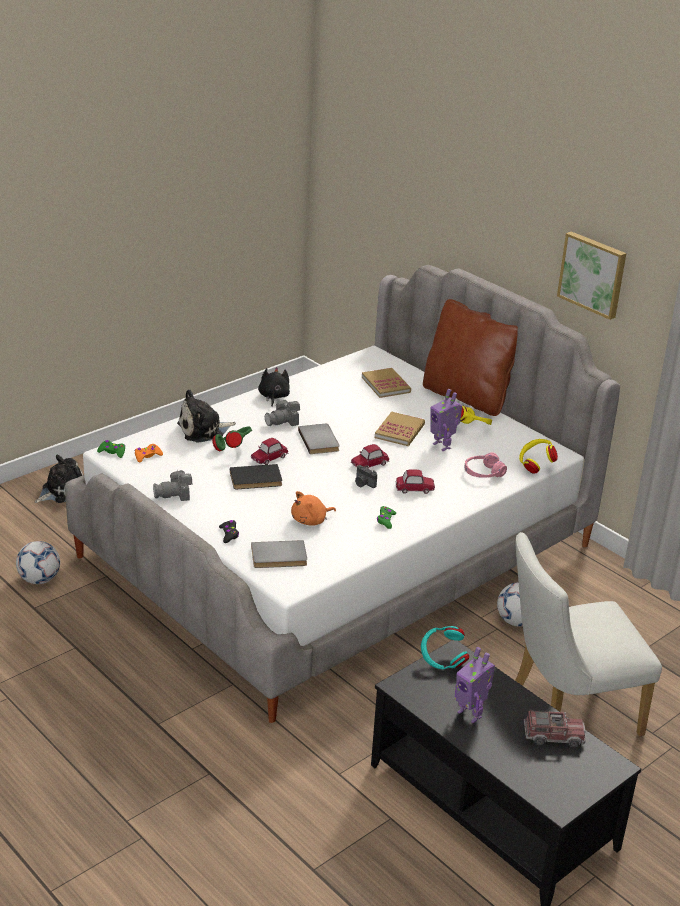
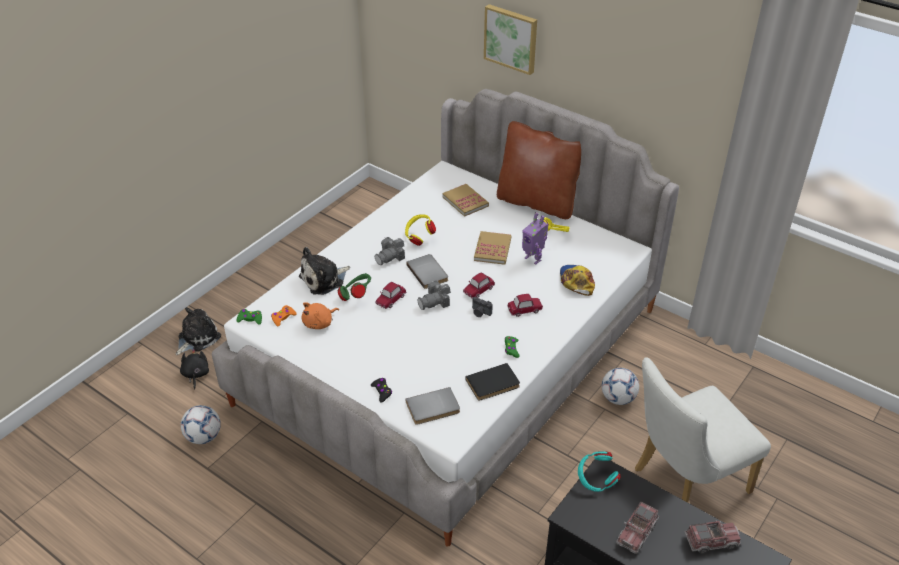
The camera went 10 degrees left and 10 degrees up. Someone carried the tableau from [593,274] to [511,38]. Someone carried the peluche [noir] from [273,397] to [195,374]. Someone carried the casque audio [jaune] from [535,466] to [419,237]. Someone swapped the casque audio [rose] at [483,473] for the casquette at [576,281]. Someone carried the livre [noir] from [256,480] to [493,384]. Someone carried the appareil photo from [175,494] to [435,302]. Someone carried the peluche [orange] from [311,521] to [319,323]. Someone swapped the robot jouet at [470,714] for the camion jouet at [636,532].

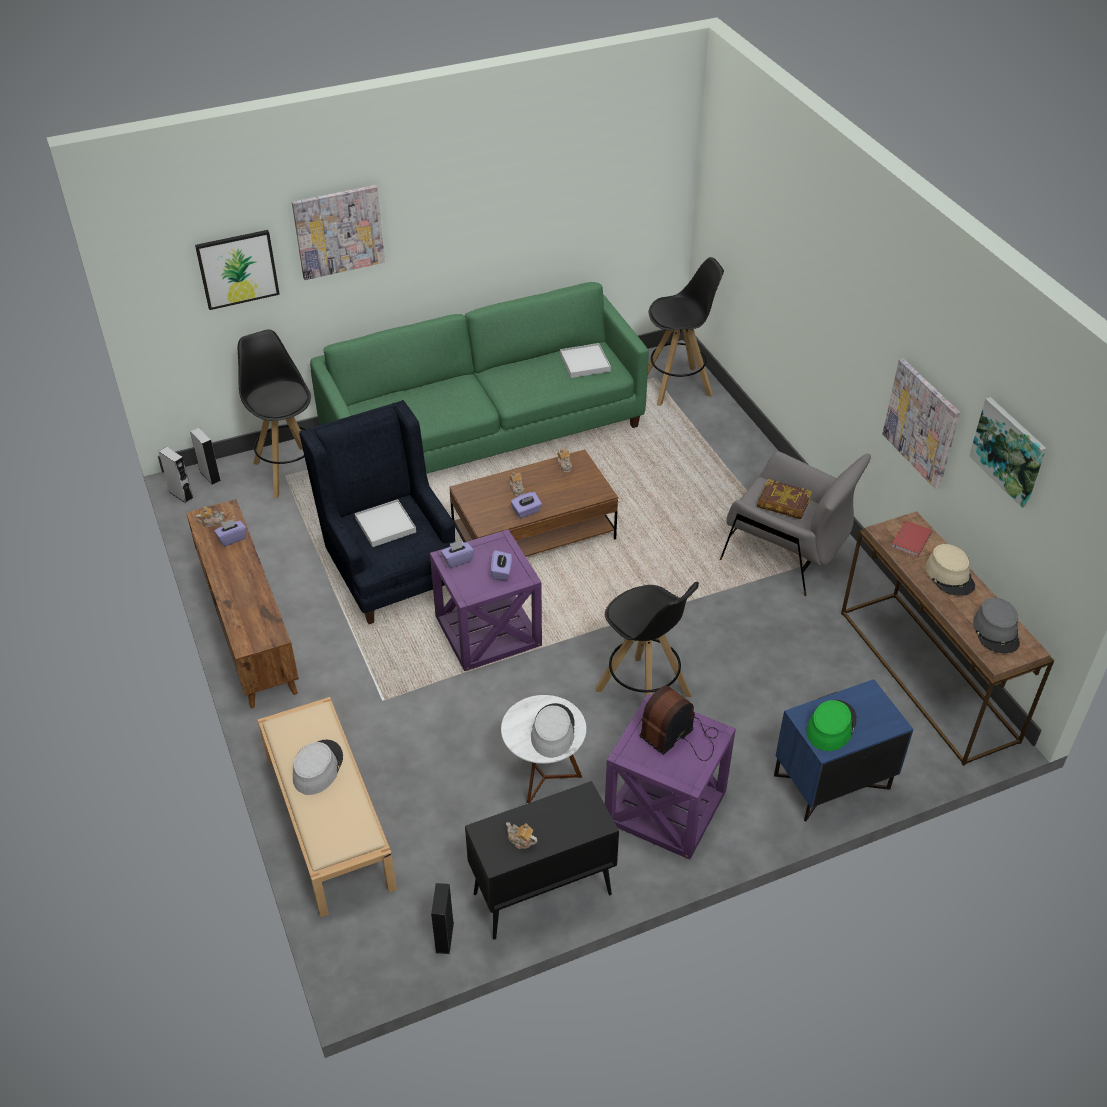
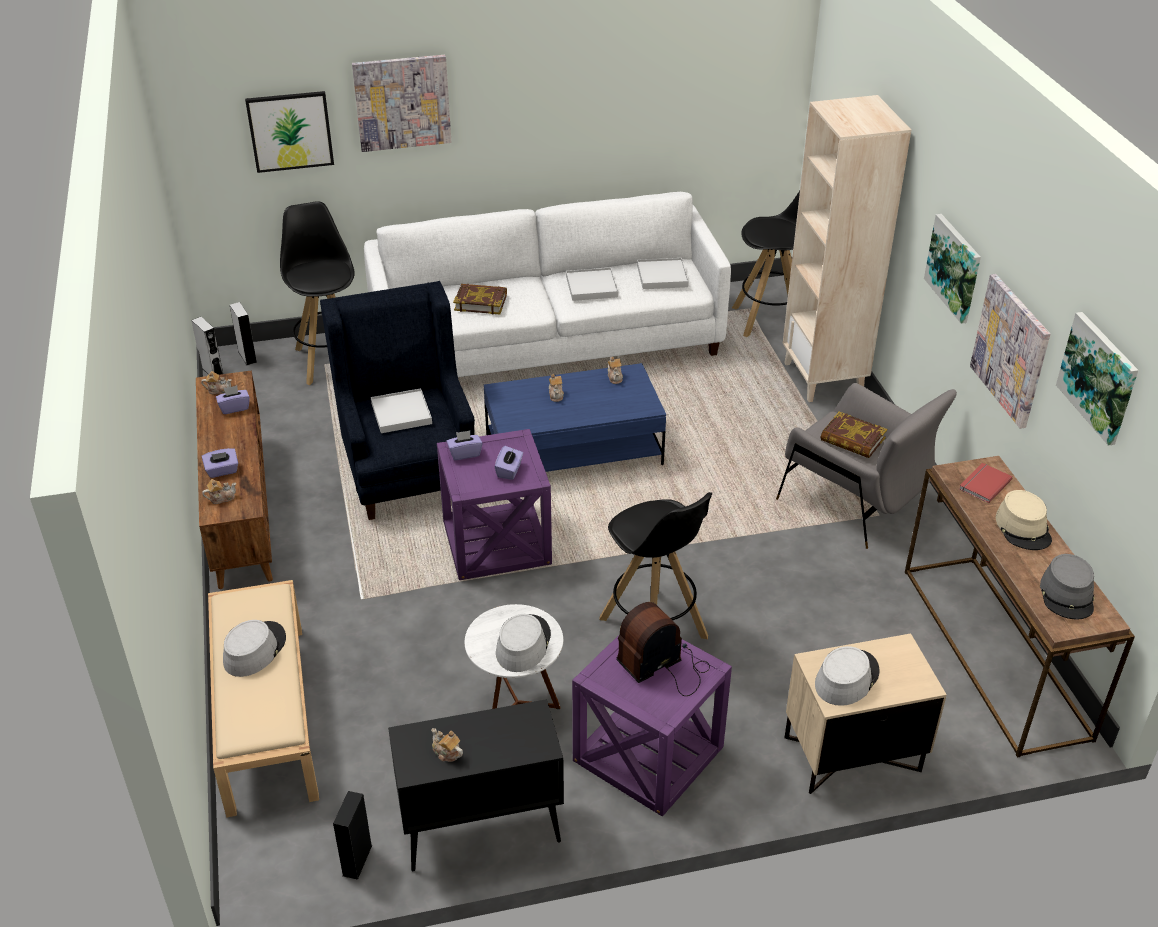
The camera went 10 degrees right and 5 degrees down. Someone repainted the canapé [vert] at [483,431], which became the canapé [blanc] at [547,343]. Someone repainted the table basse [marron] at [534,534], which became the table basse [bleu] at [573,450]. Someone carried the boîte à mouchoirs [violet] from [526,511] to [222,471]. Someone repainted the table de chevet [bleu] at [832,783], which became the table de chevet [beige] at [852,755]. Someone repainted the chapeau [vert] at [831,726], which became the chapeau [gris] at [846,678]. Someone put down the bibliothèque [beige] at [824,378]. Someone put up the tableau at [954,267]. Someone put down the plateau [blanc] at [591,287]. Someone put down the livre at [480,302]. Someone put down the théière at [221,498].

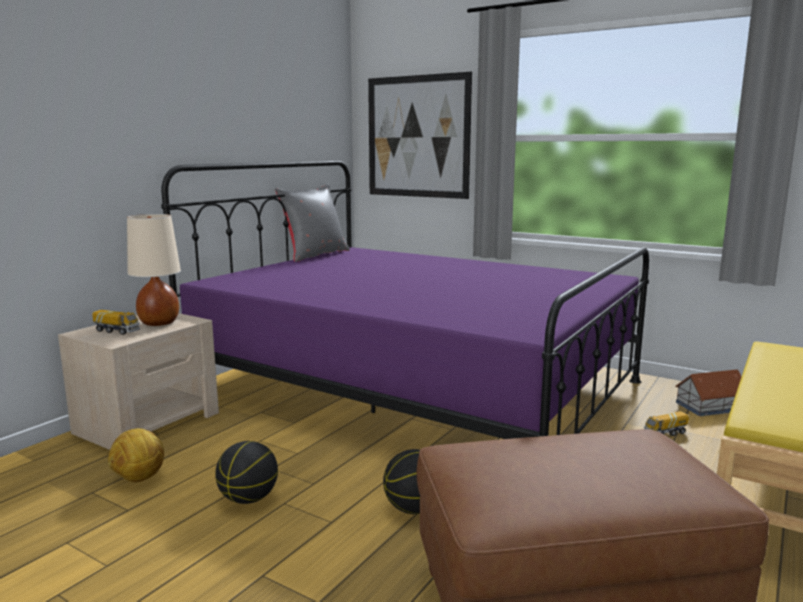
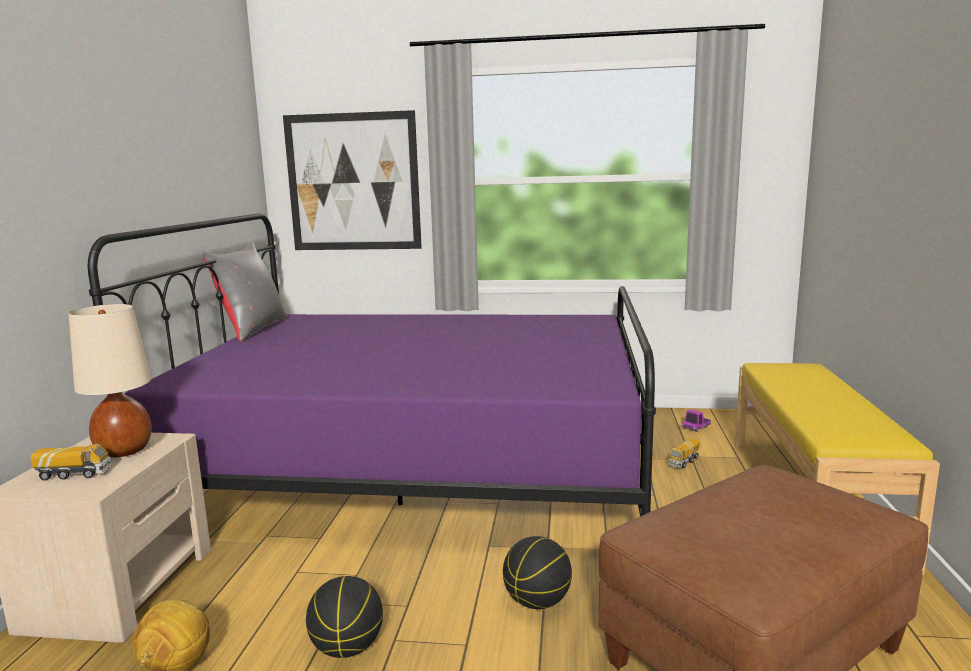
The camera went 25 degrees left and 0 degrees up. Someone swapped the maison miniature at [711,406] for the camion jouet at [696,427].

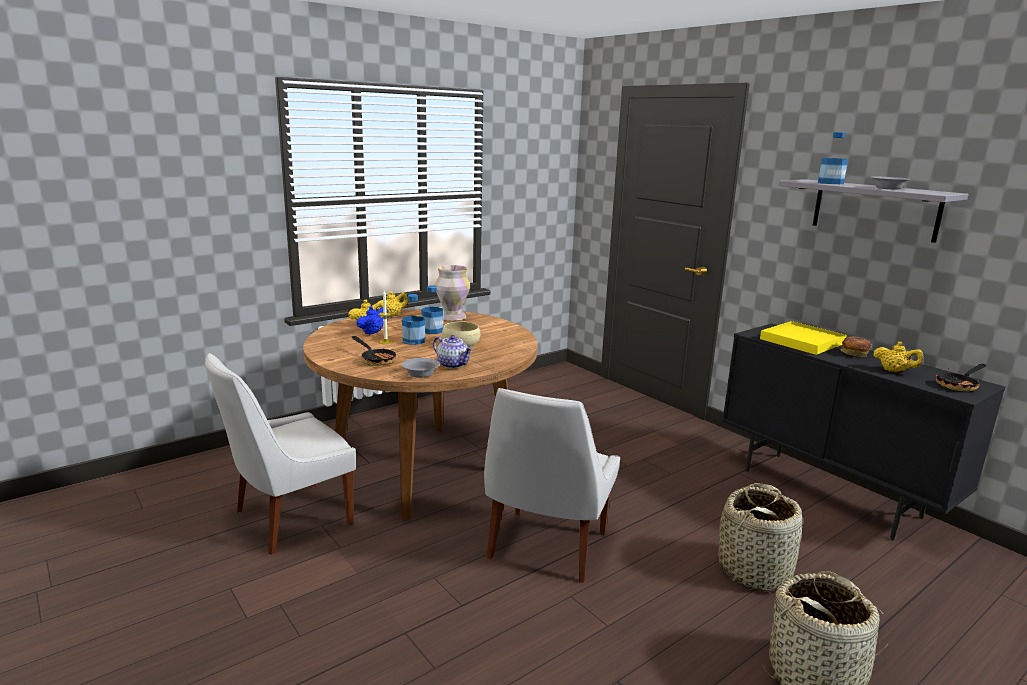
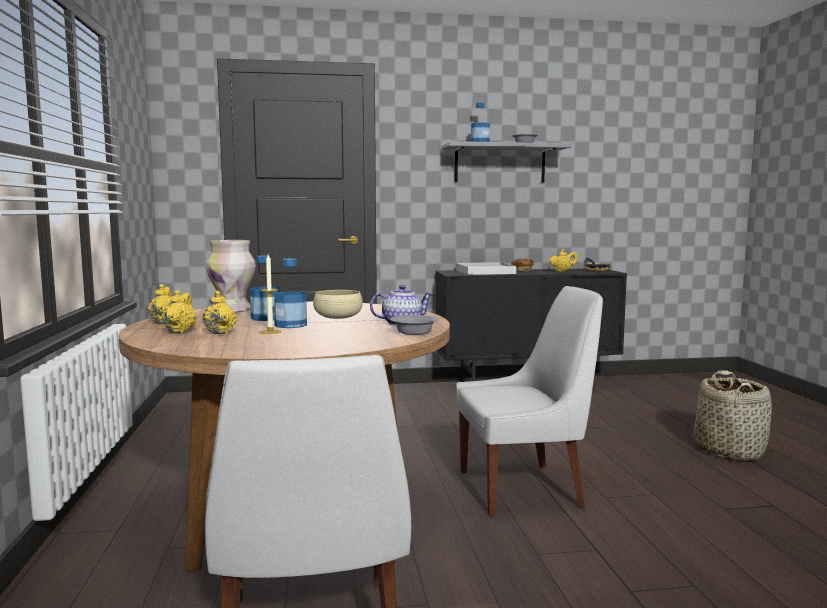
The camera went 60 degrees left and 10 degrees down. Someone repainted the théière [bleu] at [373,333], which became the théière [jaune] at [219,332]. Someone repainted the plateau [jaune] at [802,341], which became the plateau [blanc] at [485,272]. Someone took away the poêle at [375,360]. Someone rotated the chaise [blanc] at [545,548] by 60 degrees counterclockwise. Someone took away the panier at [754,570].

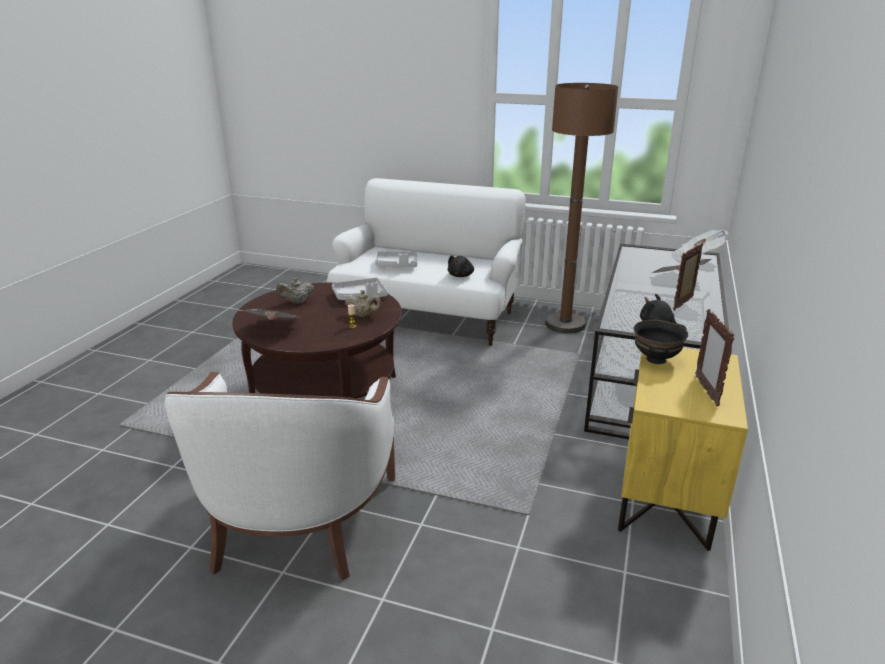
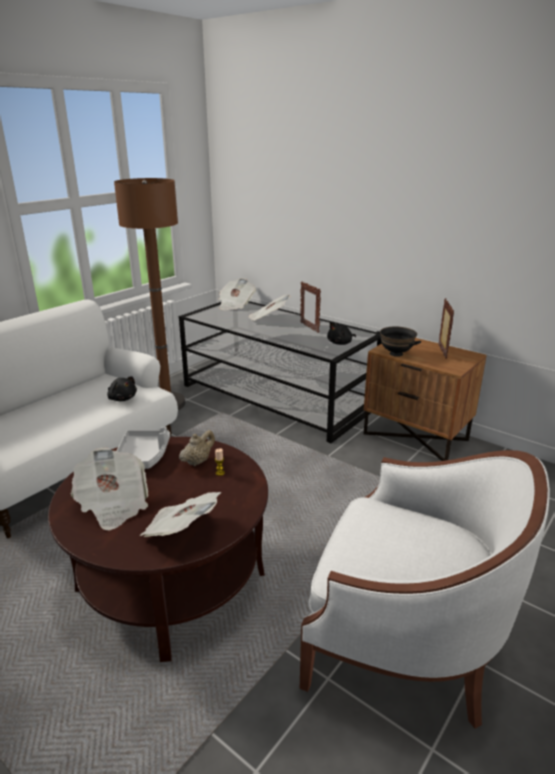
The camera went 70 degrees left and 0 degrees up. Someone took away the plateau [gris] at [397,265]. Someone swapped the théière [beige] at [296,302] for the journal at [113,504]. Someone rotated the cadre photo at [706,391] by 105 degrees counterclockwise. Someone repainted the table de chevet [jaune] at [667,497], which became the table de chevet [marron] at [416,436].

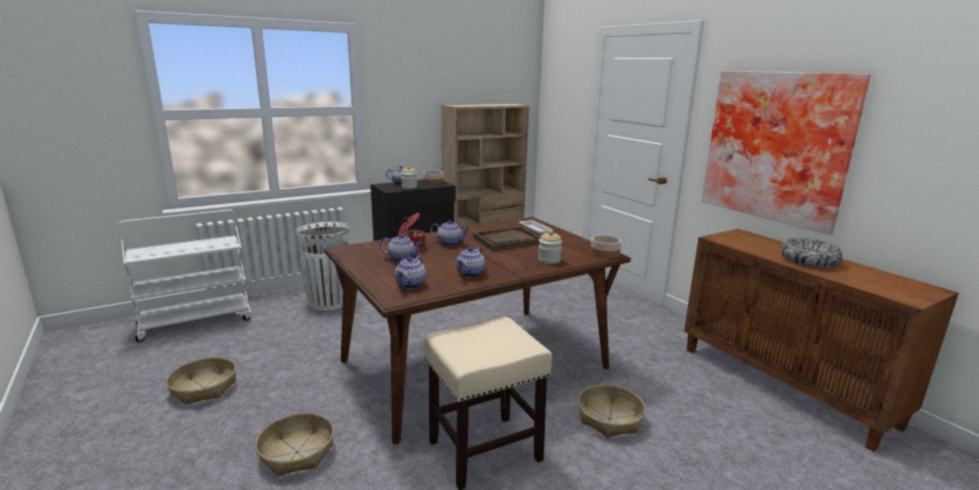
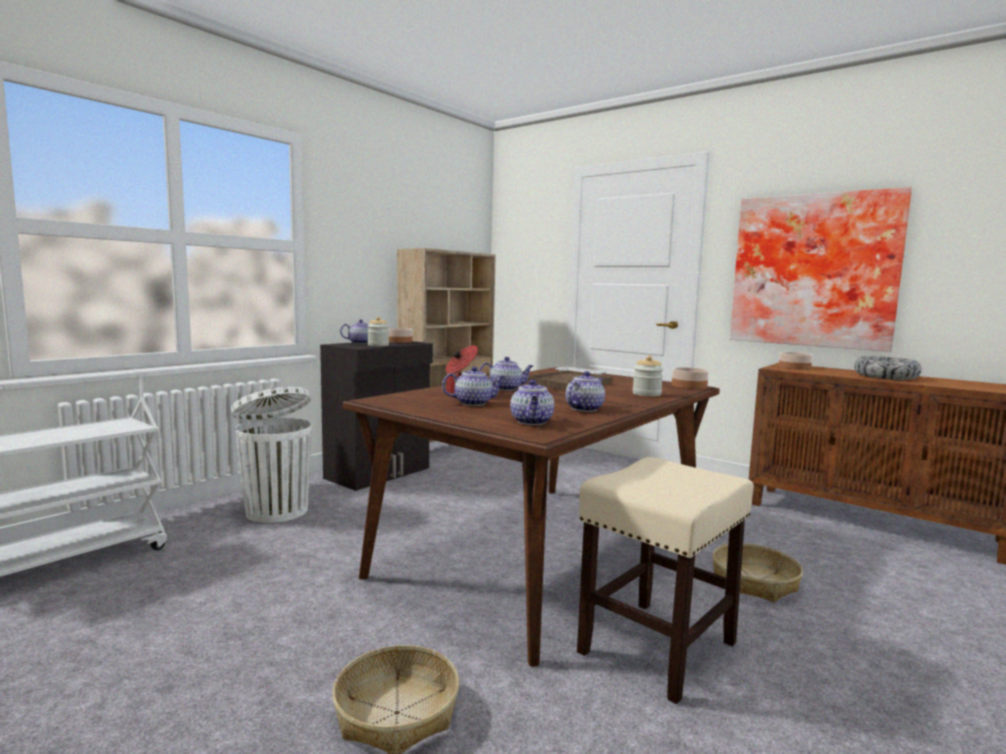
The camera went 20 degrees left and 10 degrees down. Someone rotated the théière at [470,274] by 150 degrees counterclockwise. Someone took away the panier at [204,388]. Someone put down the bol at [794,367].

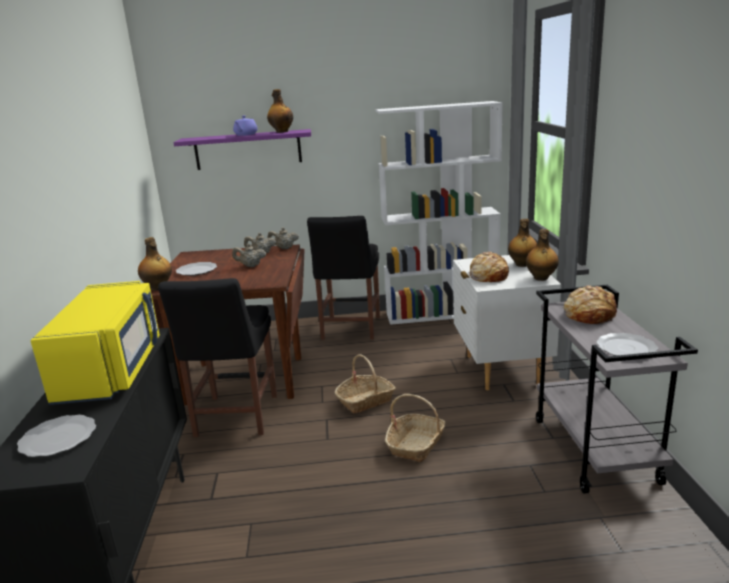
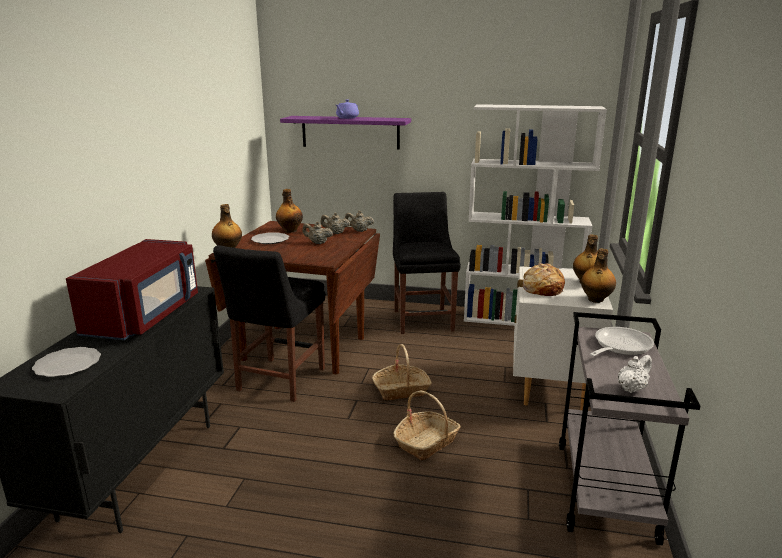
The camera went 15 degrees right and 0 degrees up. Someone carried the bouteille from [281,132] to [290,230]. Someone rotated the chaise [noir] at [350,329] by 150 degrees clockwise. Someone repainted the micro-ondes [jaune] at [113,370], which became the micro-ondes [rouge] at [146,316]. Someone swapped the pain at [589,314] for the poêle at [619,346]. Someone swapped the assiette at [625,347] for the théière [blanc] at [631,388].

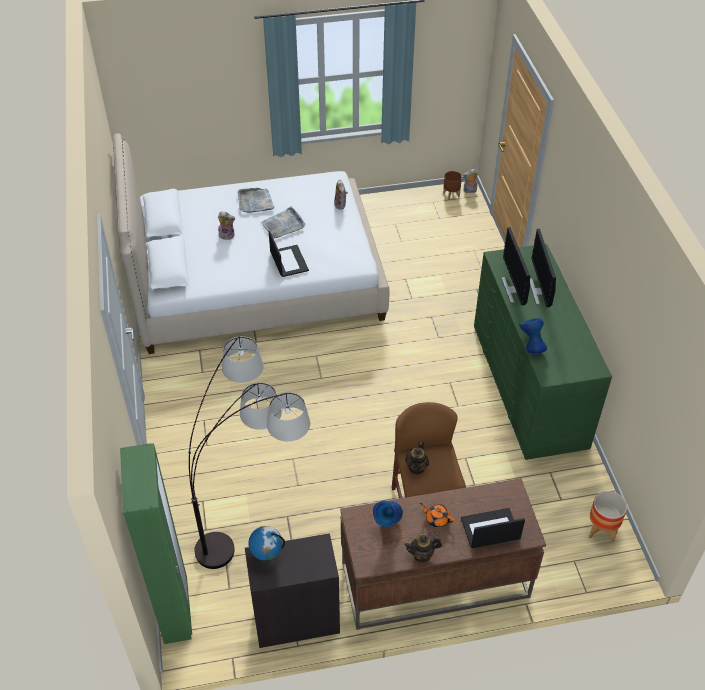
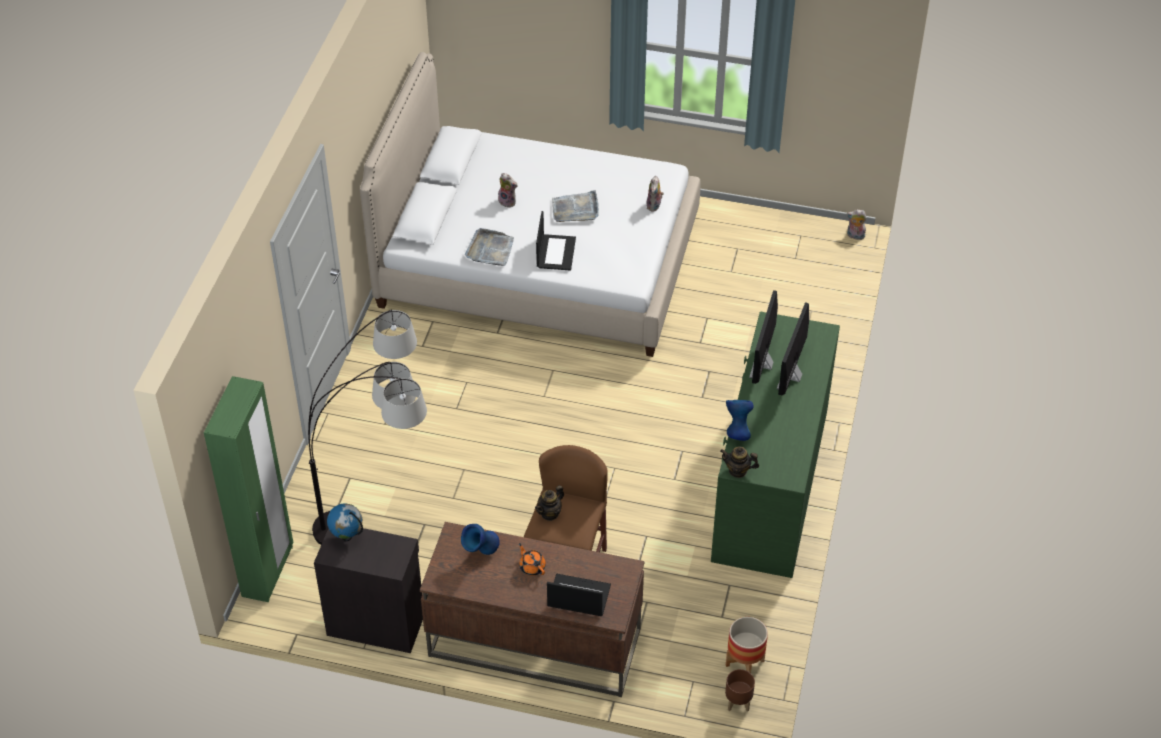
The camera went 25 degrees right and 0 degrees up. Someone carried the cache-pot [marron] from [451,195] to [738,702]. Someone carried the plateau [gris] from [255,202] to [490,250]. Someone carried the théière from [422,555] to [738,471].

